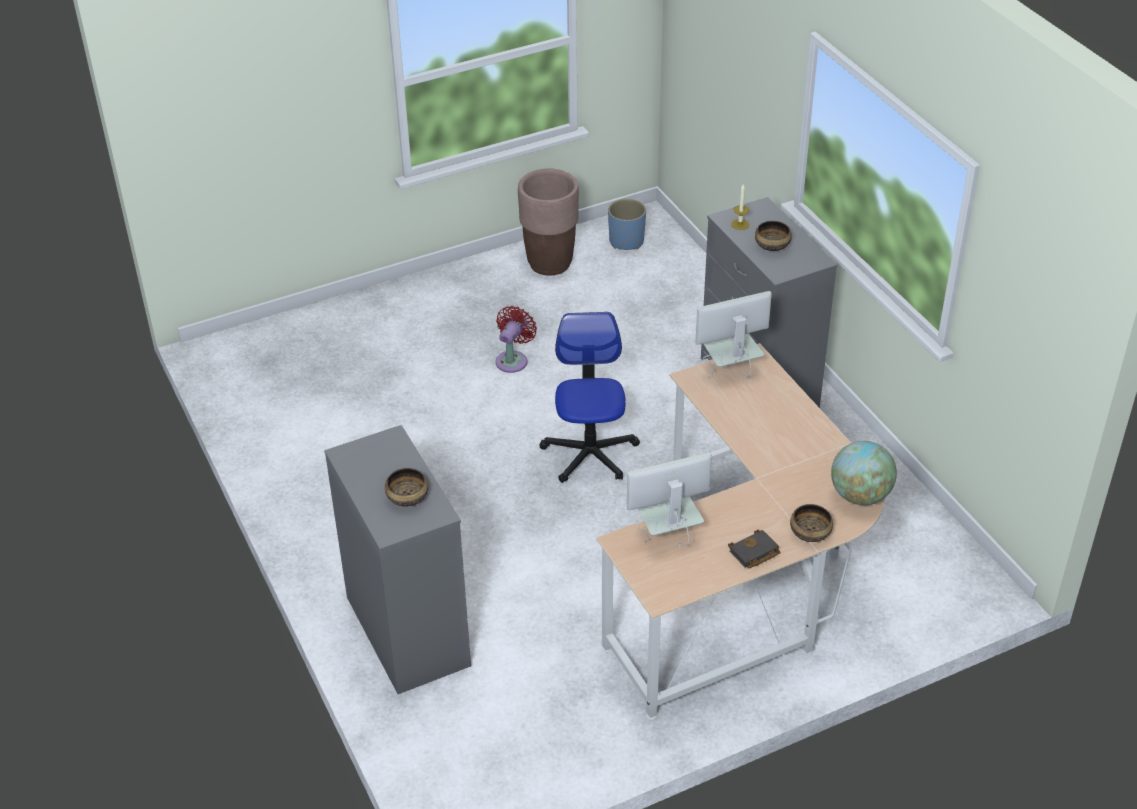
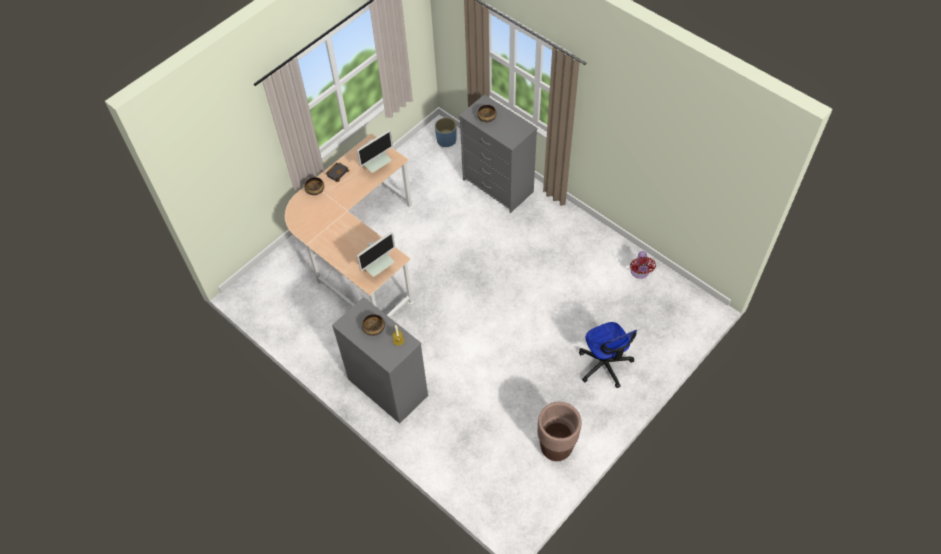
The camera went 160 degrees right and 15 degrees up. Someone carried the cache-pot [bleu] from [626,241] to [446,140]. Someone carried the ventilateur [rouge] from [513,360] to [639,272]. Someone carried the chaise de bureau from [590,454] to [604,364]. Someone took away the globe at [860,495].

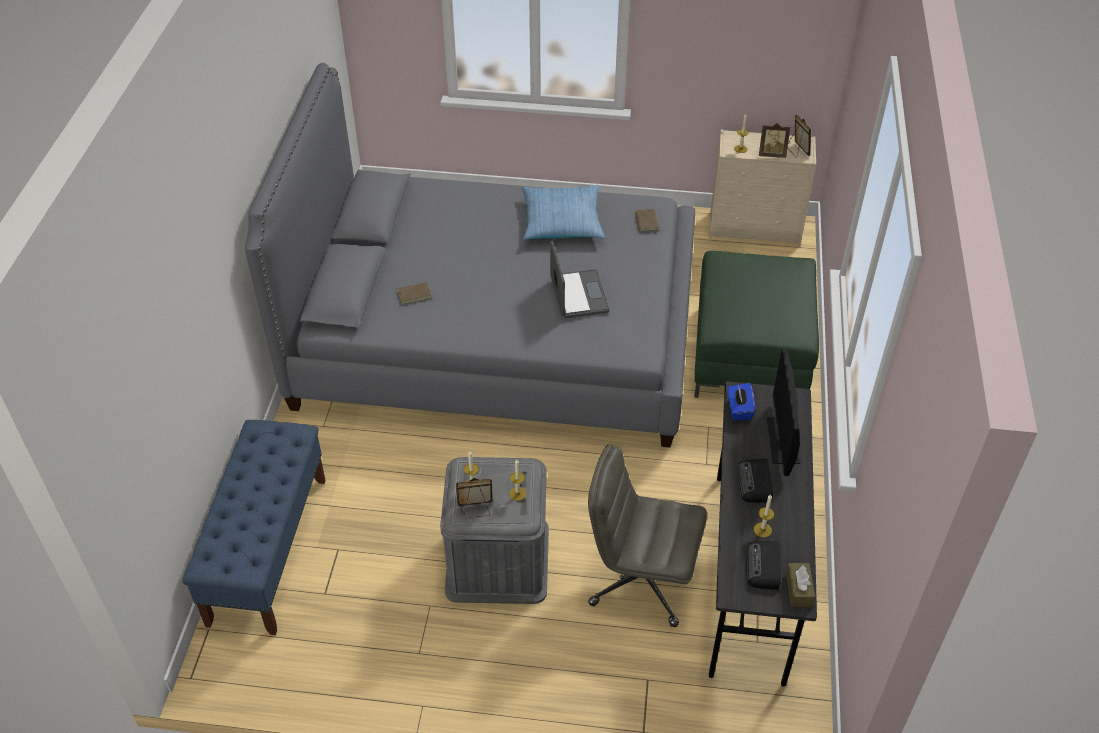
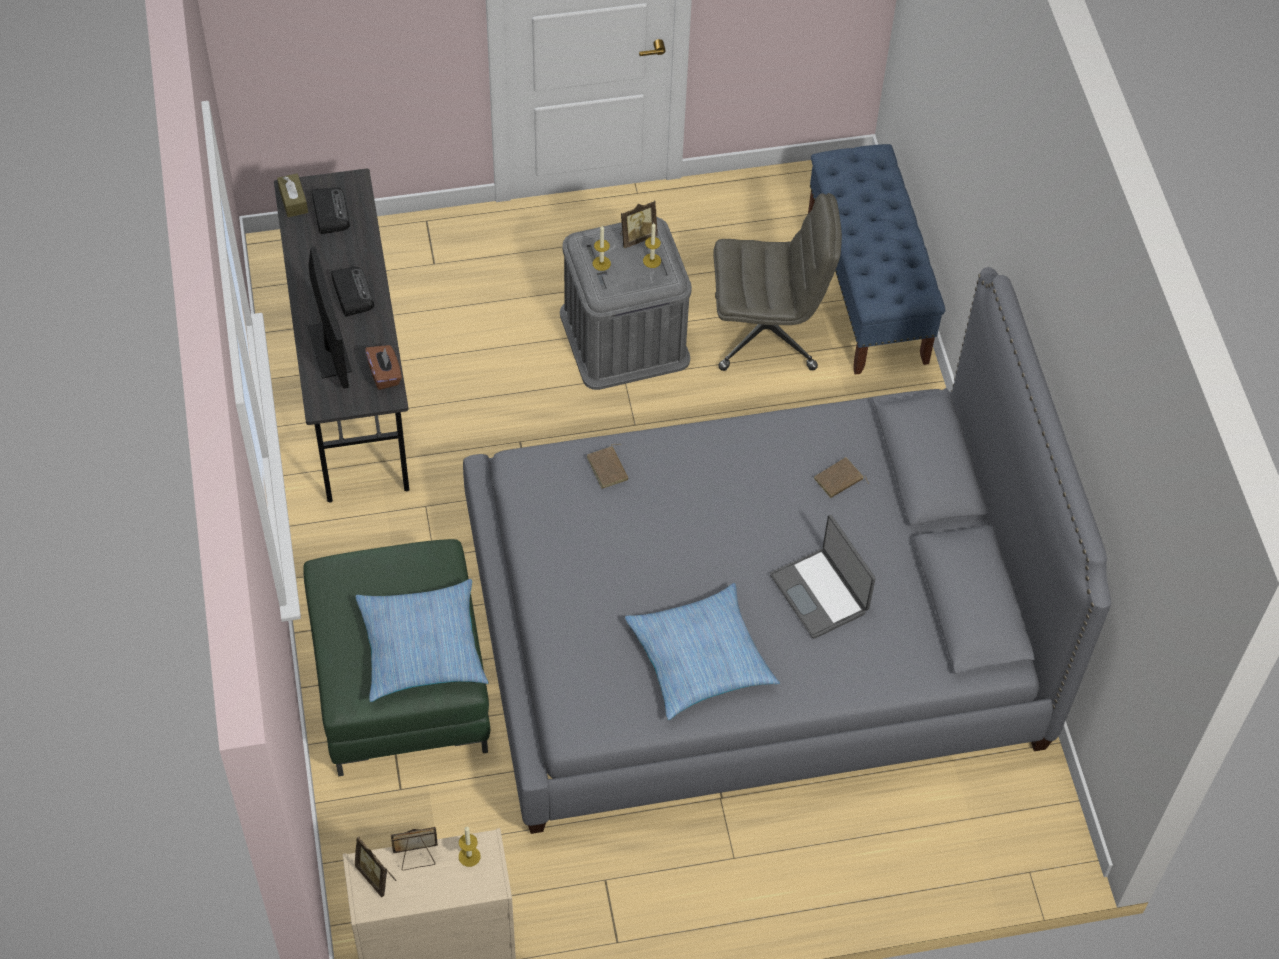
The camera went 160 degrees right and 10 degrees up. Someone carried the livre [marron] from [645,222] to [609,468]. Someone carried the ordinateur portable from [577,295] to [820,593]. Someone repainted the boîte à mouchoirs [bleu] at [739,409], which became the boîte à mouchoirs [marron] at [385,374]. Someone carried the chaise de bureau [gris] from [641,580] to [767,332]. Someone took away the bougie at [762,530]. Someone put down the coussin at [422,647].

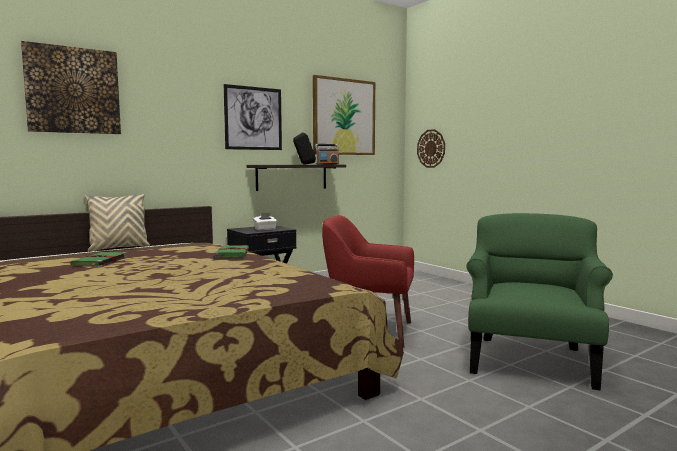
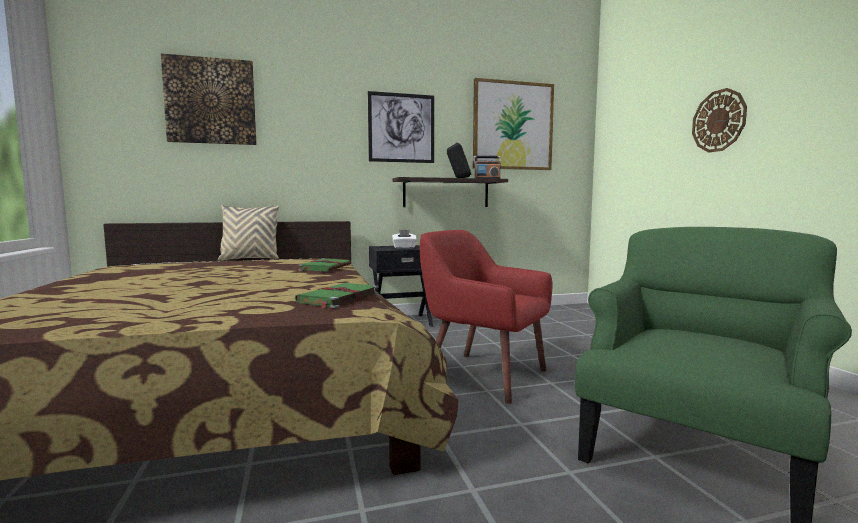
The camera went 20 degrees right and 0 degrees up. Someone carried the horloge murale from [431,148] to [718,121]. Someone carried the livre [vert] from [99,262] to [338,298].

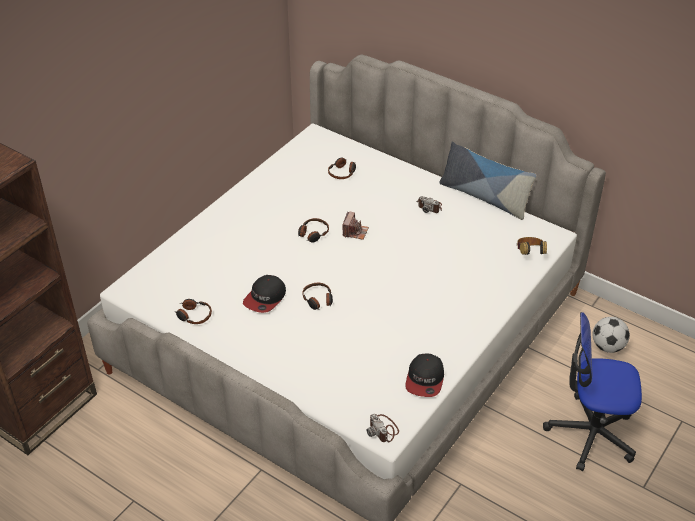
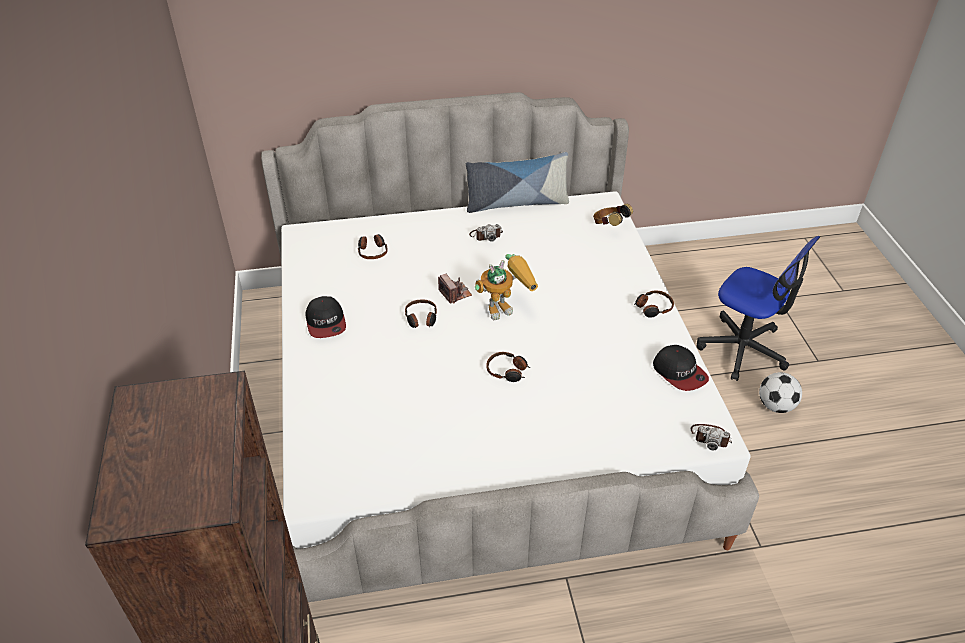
The camera went 45 degrees left and 0 degrees up. Someone carried the casquette from [265,298] to [326,322]. Someone carried the casque audio from [193,315] to [653,308]. Someone rotated the chaise de bureau at [590,433] by 105 degrees counterclockwise. Someone carried the ballon de foot from [607,346] to [775,406]. Someone put down the robot jouet at [506,306].

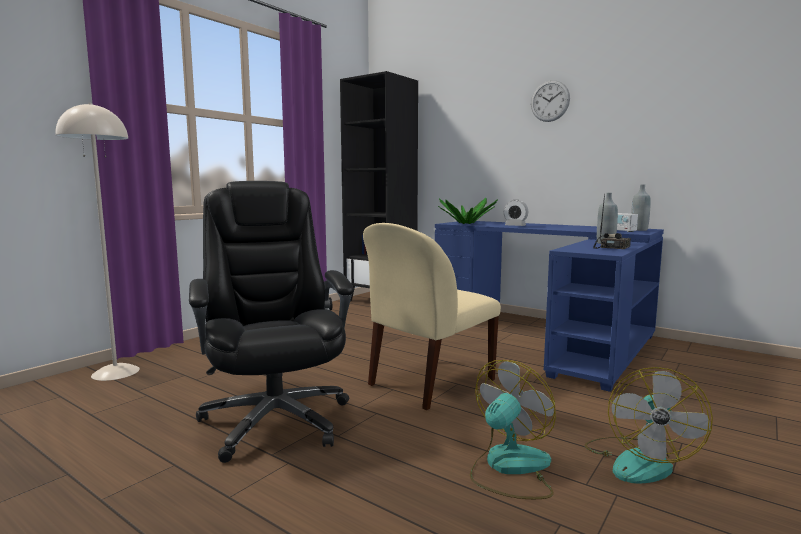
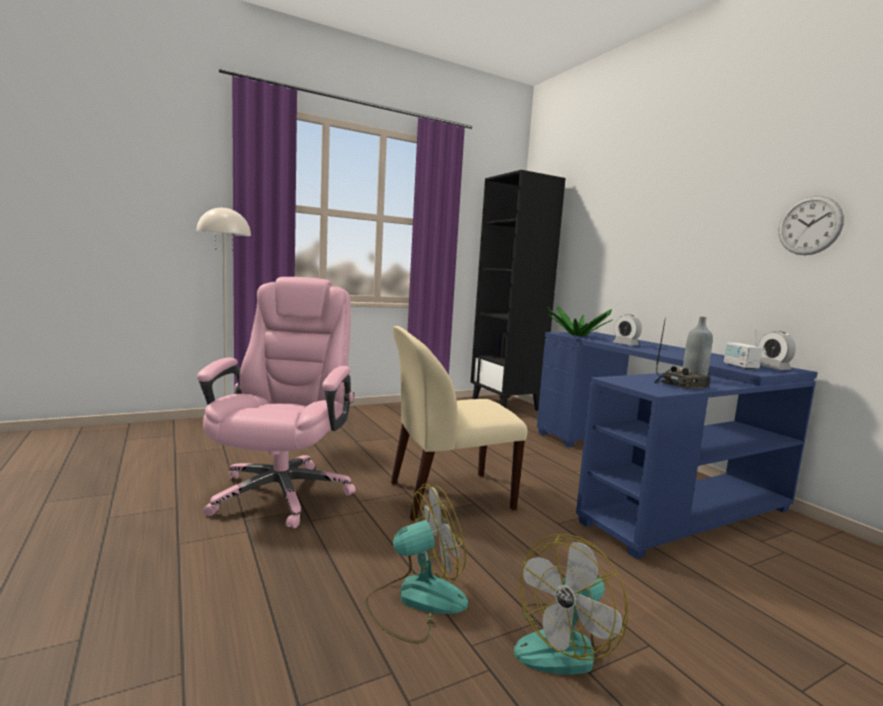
The camera went 25 degrees right and 0 degrees up. Someone carried the horloge murale from [550,101] to [809,225]. Someone repainted the chaise de bureau [noir] at [275,419], which became the chaise de bureau [rose] at [283,492]. Someone swapped the bouteille [gris] at [639,230] for the réveil at [772,368].

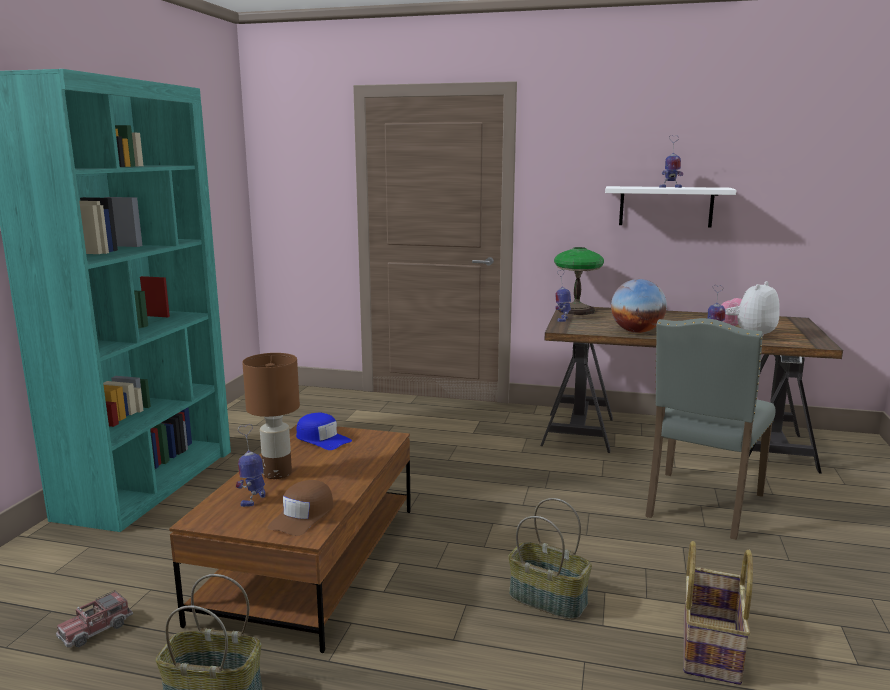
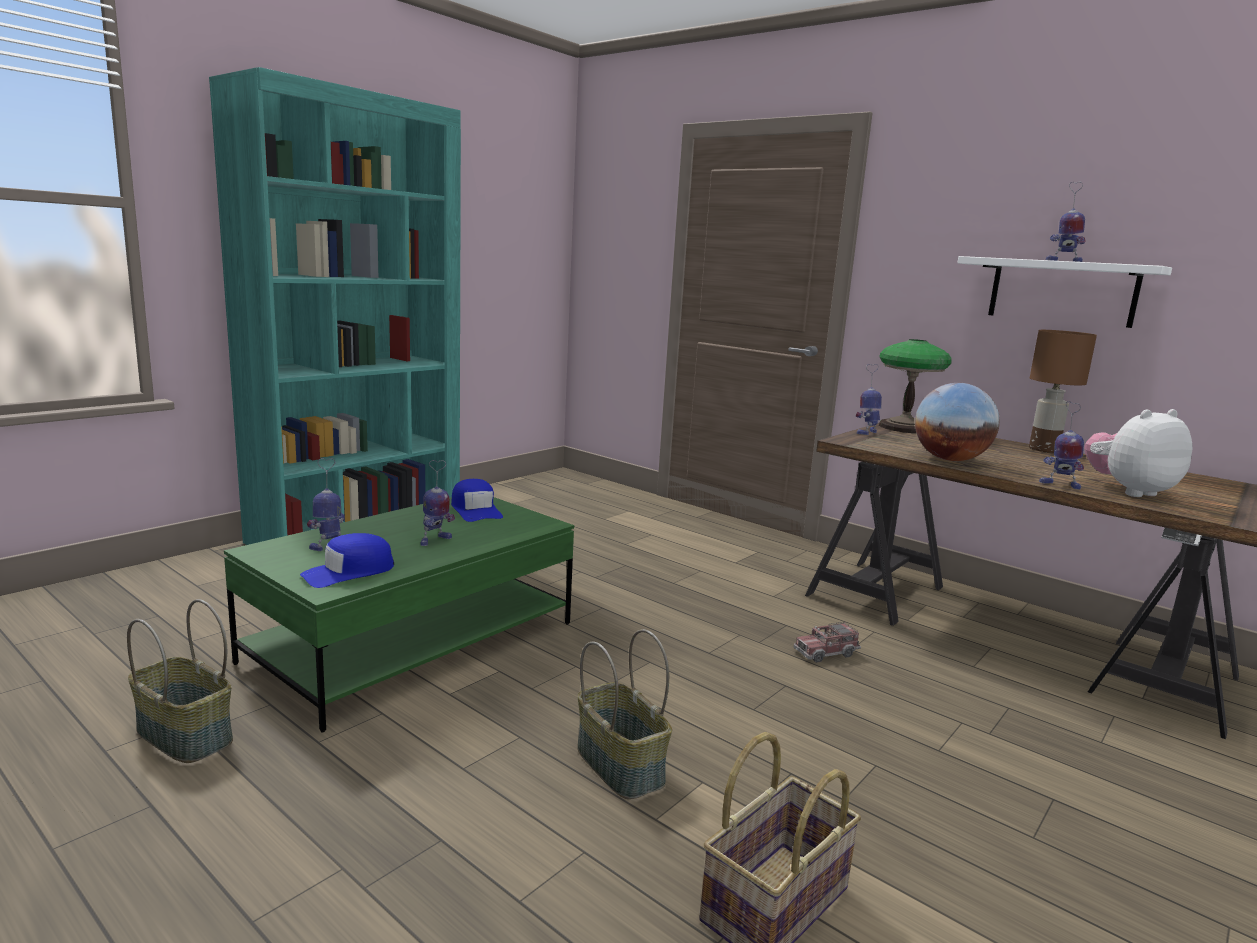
The camera went 25 degrees right and 0 degrees up. Someone took away the chaise [gris] at [701,505]. Someone carried the lampe de table [marron] from [278,473] to [1044,450]. Someone repainted the table basse [marron] at [311,561], which became the table basse [vert] at [413,642]. Someone repainted the casquette [marron] at [303,516], which became the casquette [bleu] at [348,572]. Someone carried the camion jouet from [96,629] to [826,652]. Someone put down the robot jouet at [435,540].

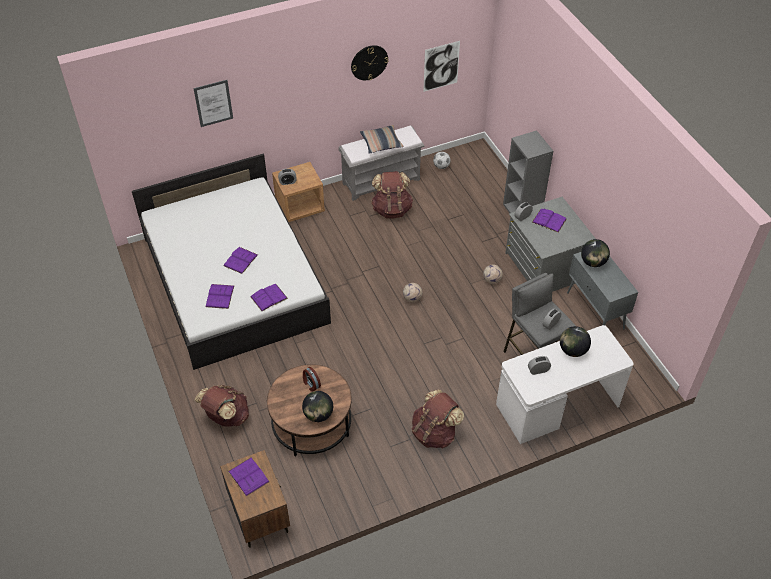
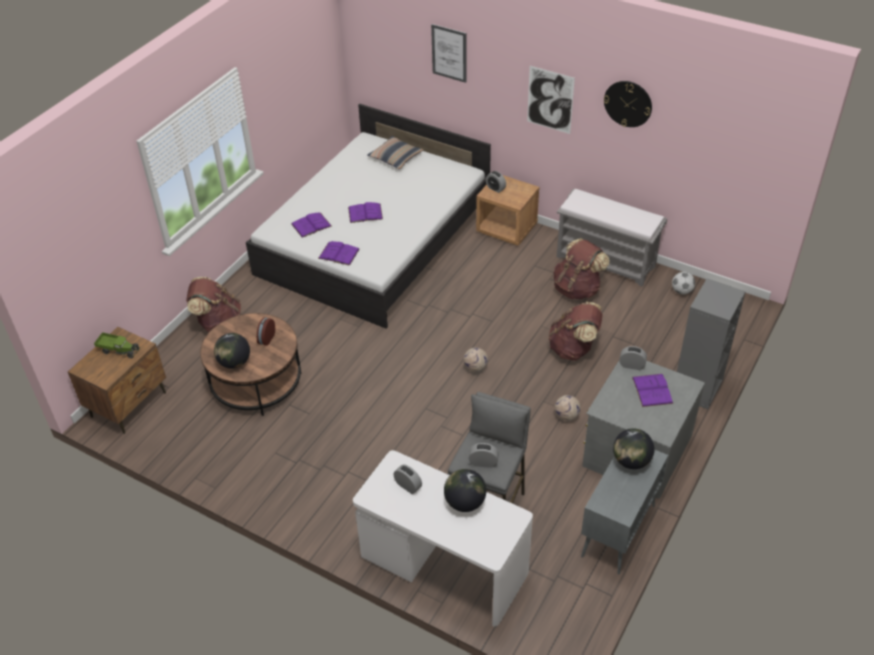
The camera went 55 degrees right and 5 degrees down. Someone carried the tableau from [441,66] to [550,100]. Someone carried the coussin from [381,143] to [395,157]. Someone carried the sac à dos [marron] from [434,433] to [574,349]. Someone swapped the livre [violet] at [248,476] for the camion jouet at [118,350].

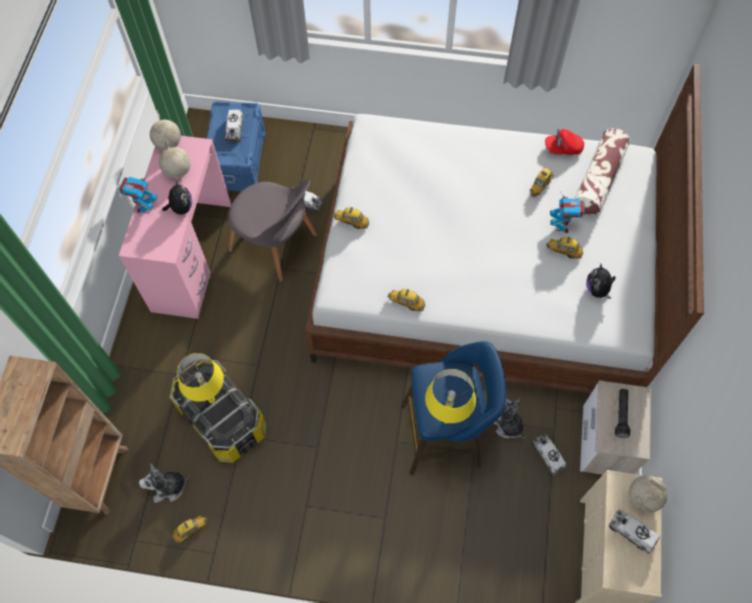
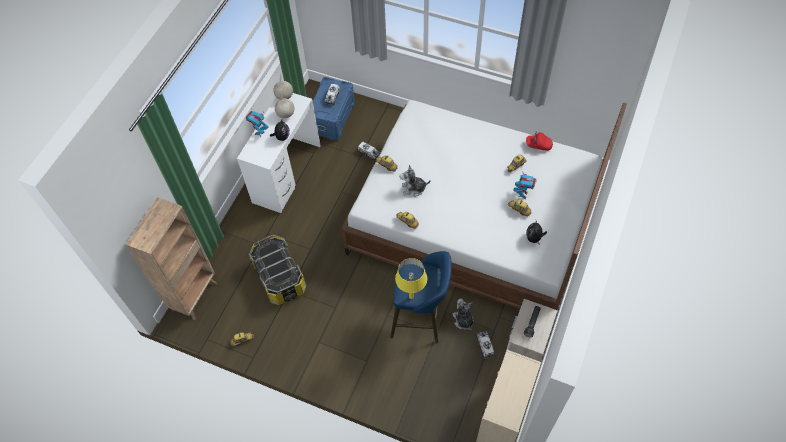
The camera went 15 degrees right and 5 degrees down. Someone took away the coussin at [598,179]. Someone repainted the bureau [rose] at [192,256], which became the bureau [blanc] at [286,173]. Someone took away the chaise [gris] at [276,245]. Someone took away the lampe de table [jaune] at [212,400]. Someone carried the peluche from [168,487] to [413,188]. Someone took away the globe at [642,497]. Someone took away the camion jouet at [632,532].

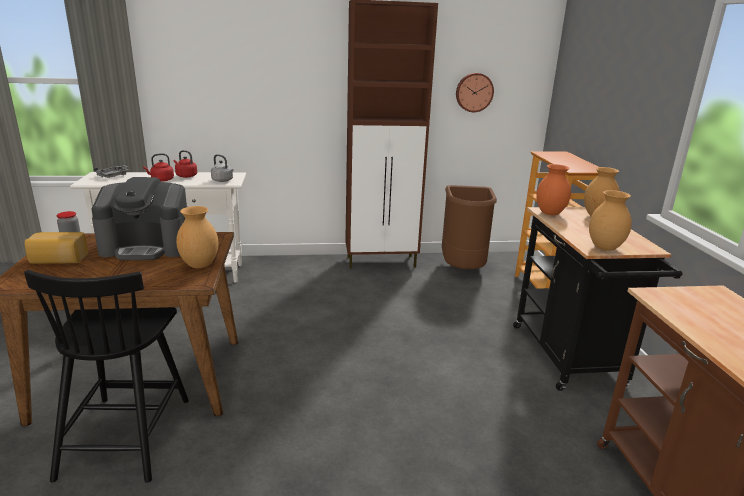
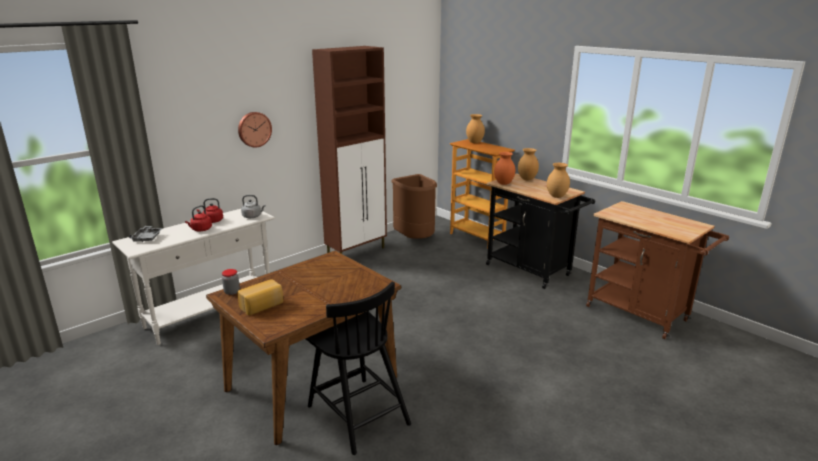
The camera went 35 degrees left and 0 degrees up. Someone carried the horloge murale from [474,92] to [254,129]. Someone took away the machine à café at [148,247]. Someone carried the vase [marron] from [200,265] to [474,142].

